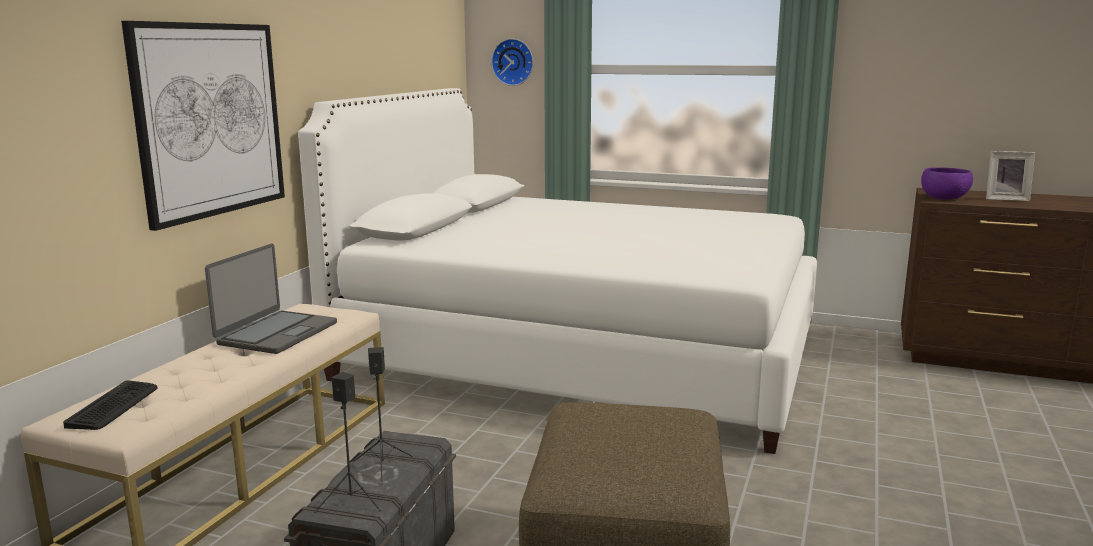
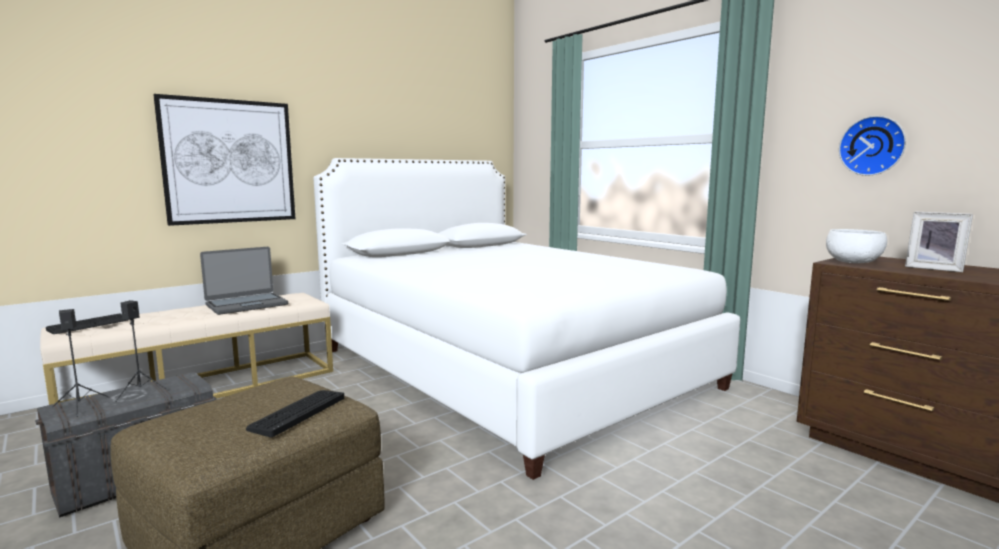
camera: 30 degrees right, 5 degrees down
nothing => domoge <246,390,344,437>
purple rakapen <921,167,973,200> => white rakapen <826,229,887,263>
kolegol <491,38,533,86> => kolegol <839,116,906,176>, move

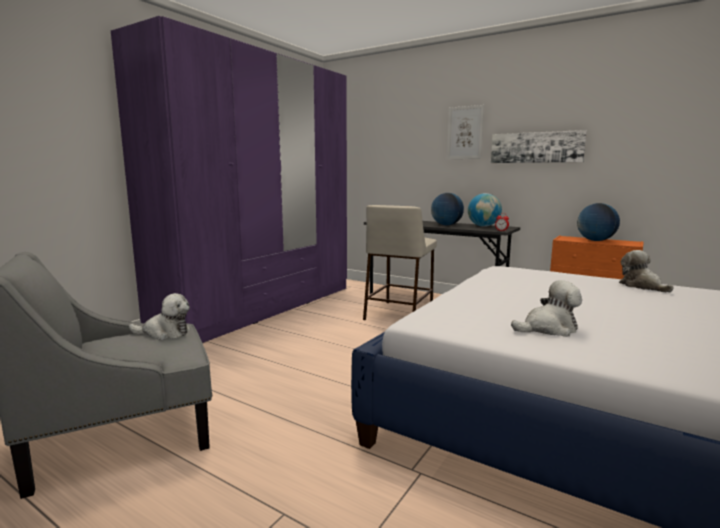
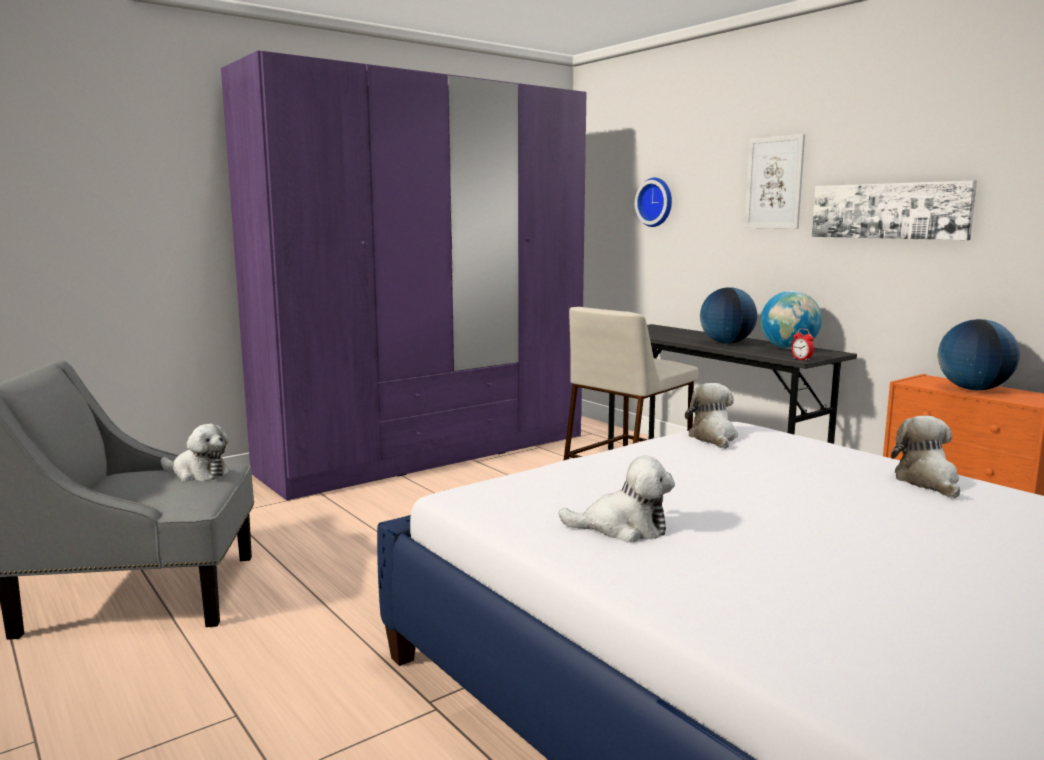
camera: 20 degrees right, 0 degrees up
nothing => kolegol <635,178,672,227>
nothing => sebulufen <685,383,738,449>

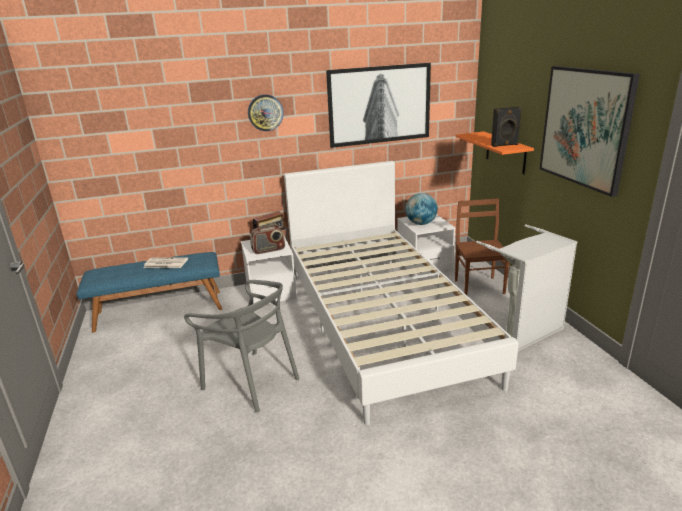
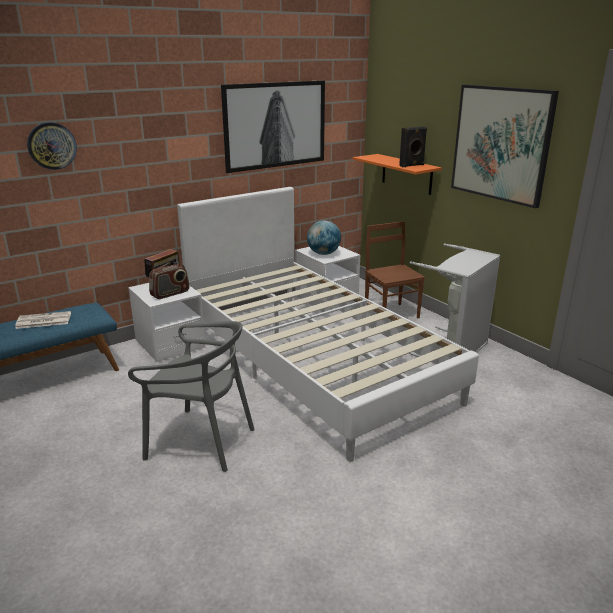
camera: 20 degrees left, 0 degrees up
kolegol <248,94,284,131> => kolegol <27,122,77,170>, move

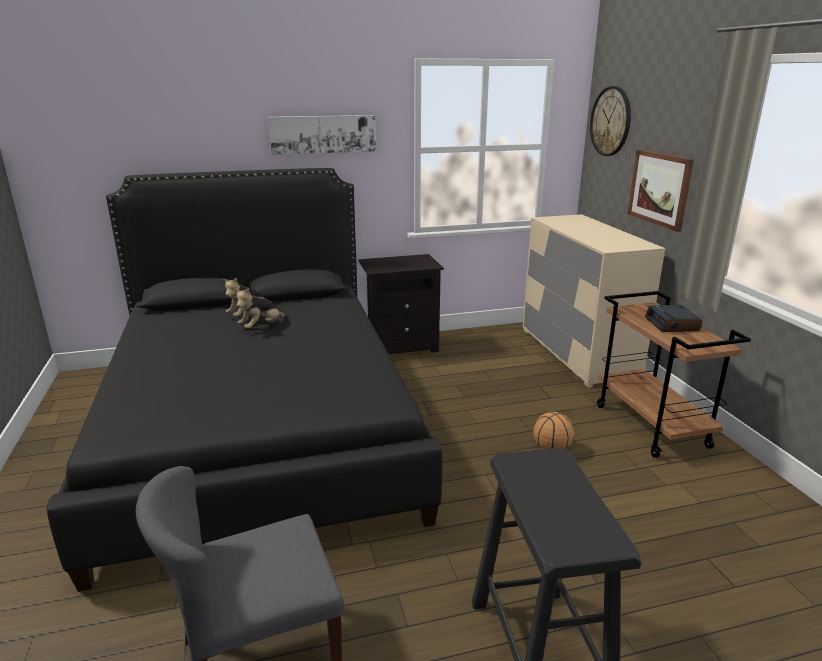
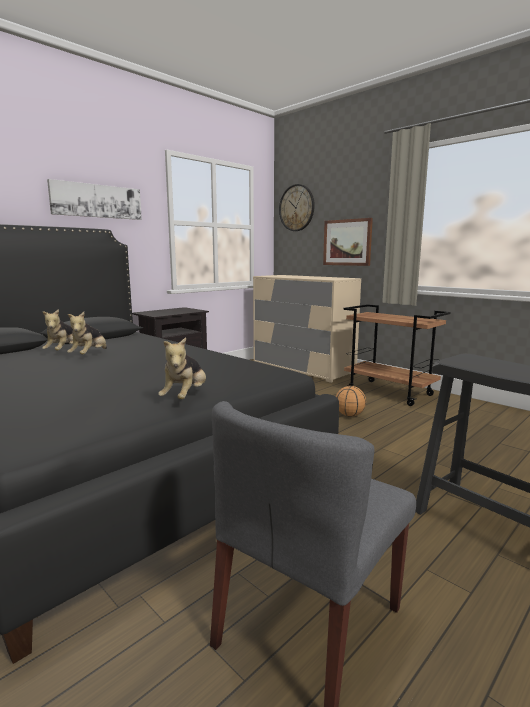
camera: 30 degrees left, 10 degrees down
nothing => sebulufen <158,338,206,399>
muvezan <645,305,702,332> => nothing

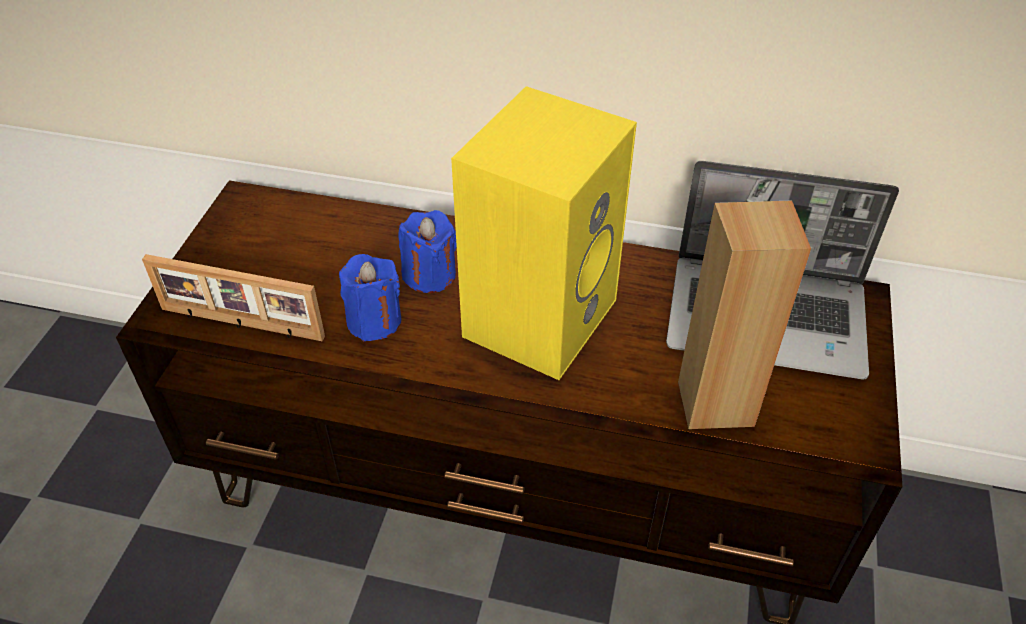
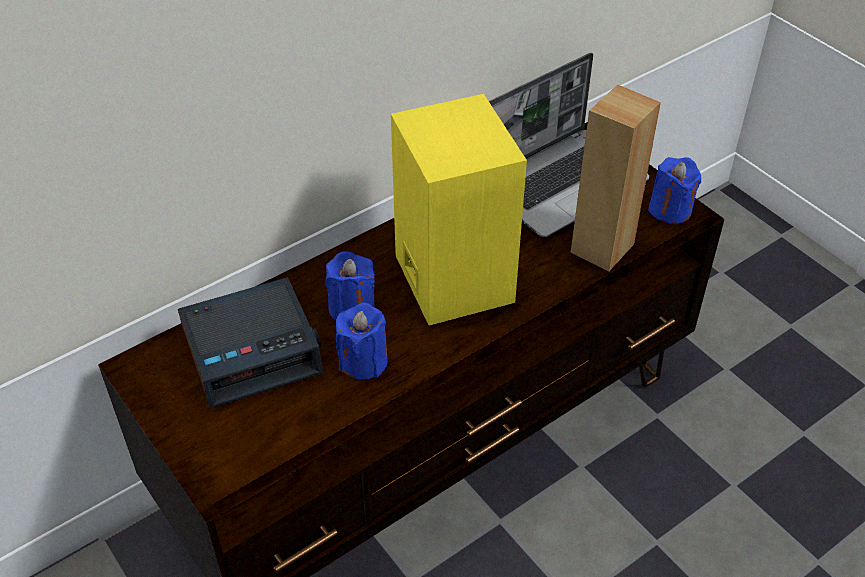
camera: 50 degrees left, 0 degrees up
nothing => muvezan <178,277,324,409>
nothing => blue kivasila <648,157,701,224>
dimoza <142,254,325,341> => nothing

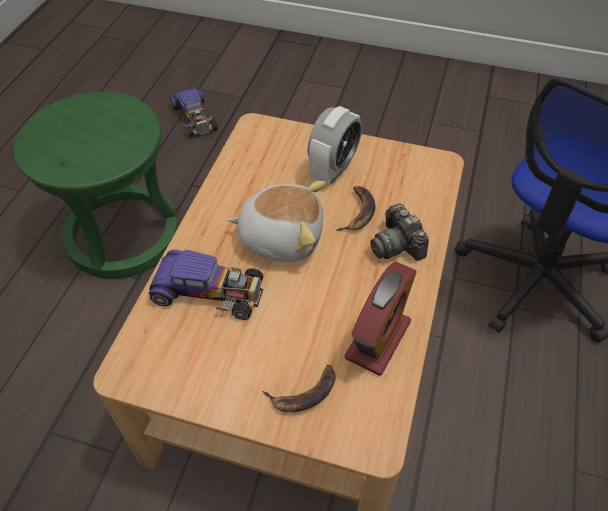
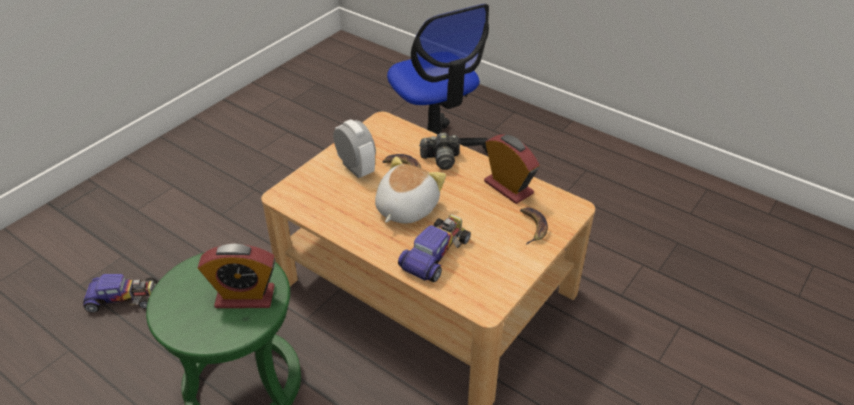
camera: 70 degrees left, 10 degrees down
nothing => muvezan <198,244,276,308>

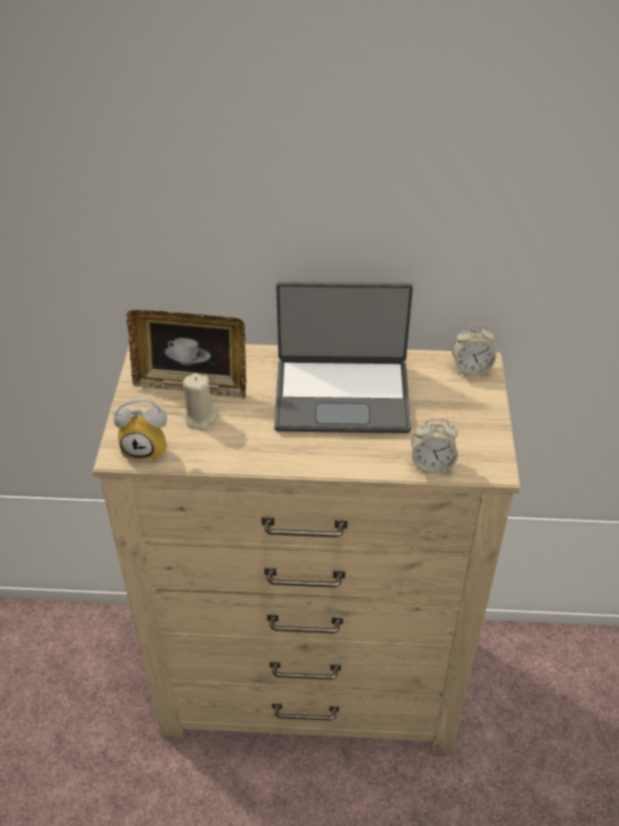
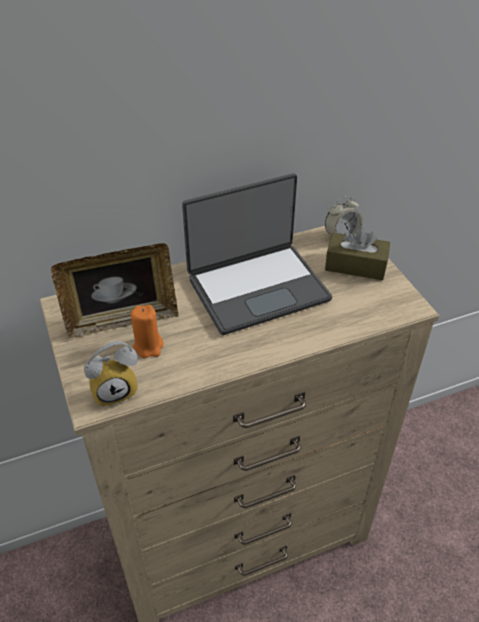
camera: 25 degrees left, 0 degrees up
beige kivasila <183,373,217,430> => orange kivasila <130,305,164,358>
nothing => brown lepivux <325,227,390,280>
muvezan <411,419,458,474> => nothing

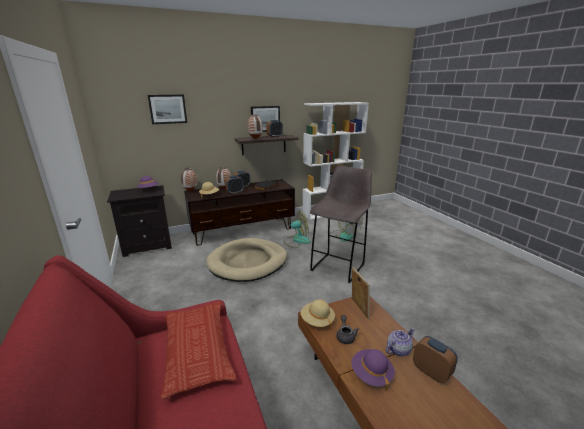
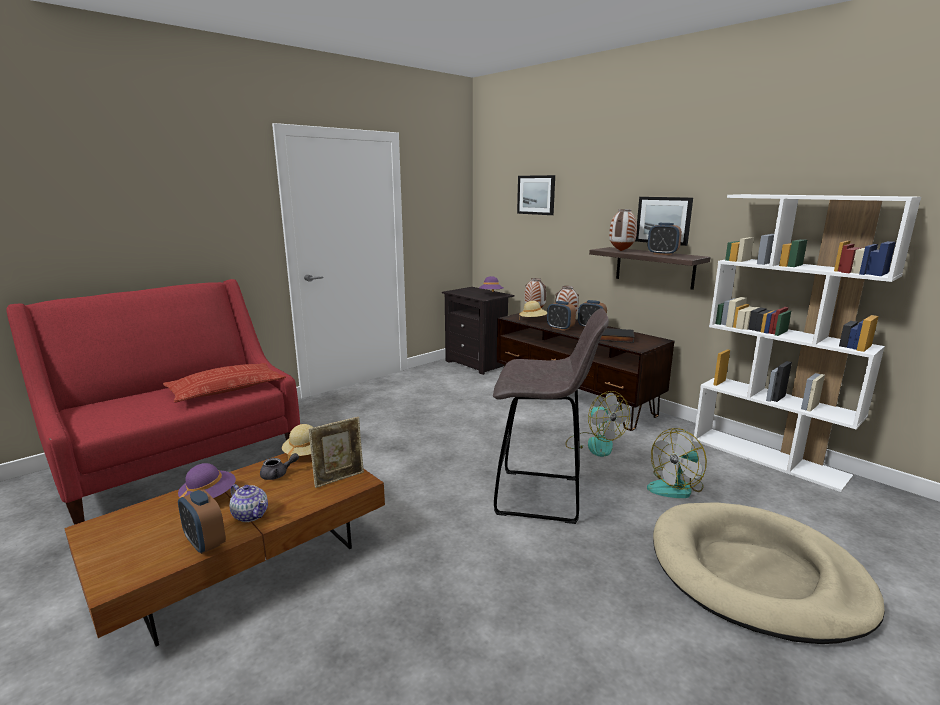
camera: 70 degrees right, 5 degrees down
muvezan <413,336,458,383> => muvezan <178,489,226,554>, 105 degrees clockwise
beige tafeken <206,238,287,282> => beige tafeken <653,502,885,644>, move

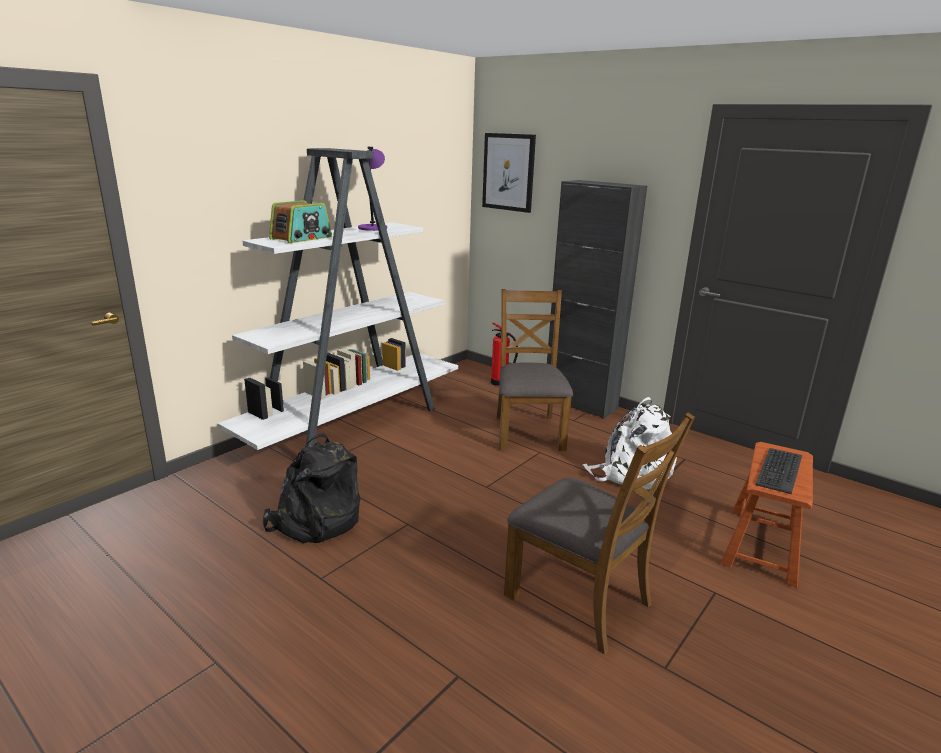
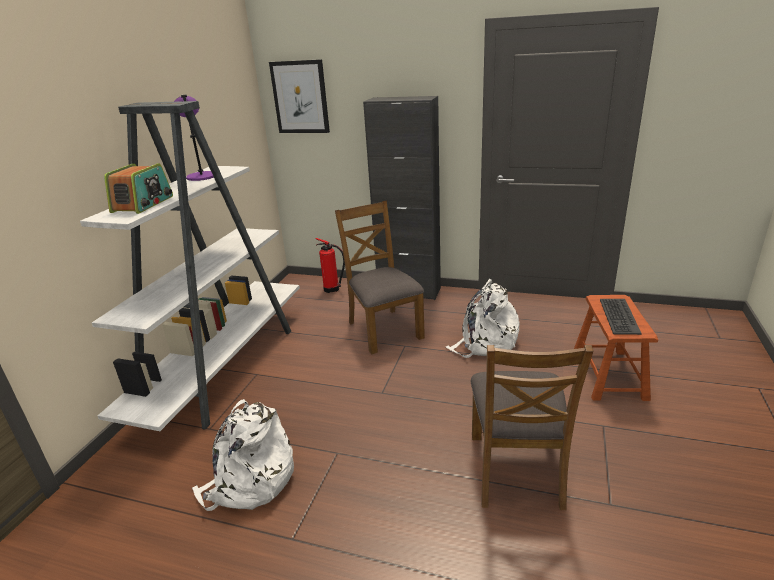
camera: 20 degrees left, 5 degrees up
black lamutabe <263,433,361,543> => white lamutabe <192,399,294,511>
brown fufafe <504,412,695,655> => brown fufafe <471,345,593,510>, 75 degrees clockwise

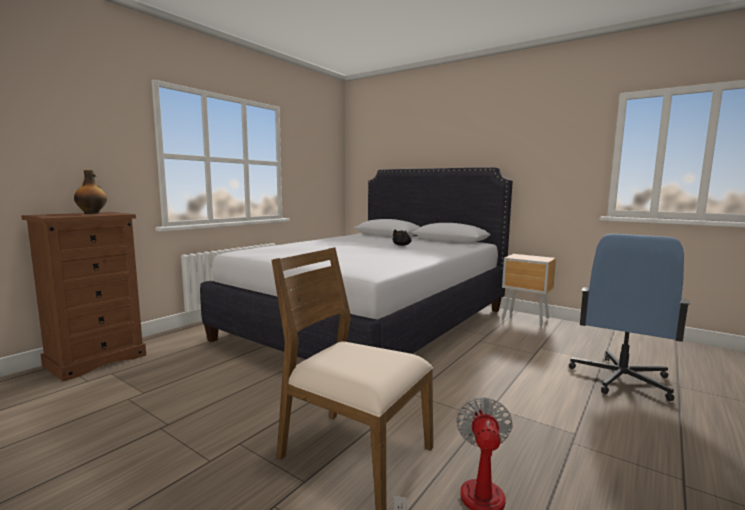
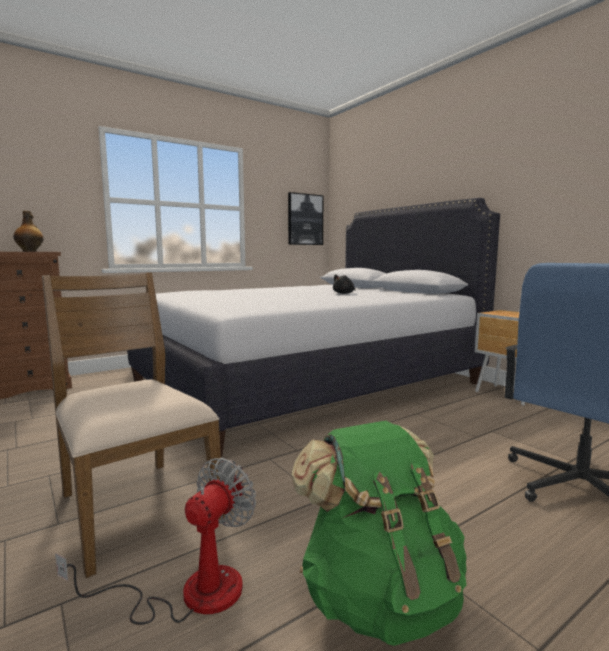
camera: 20 degrees right, 0 degrees up
nothing => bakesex <288,192,323,245>
nothing => green lamutabe <291,421,467,646>

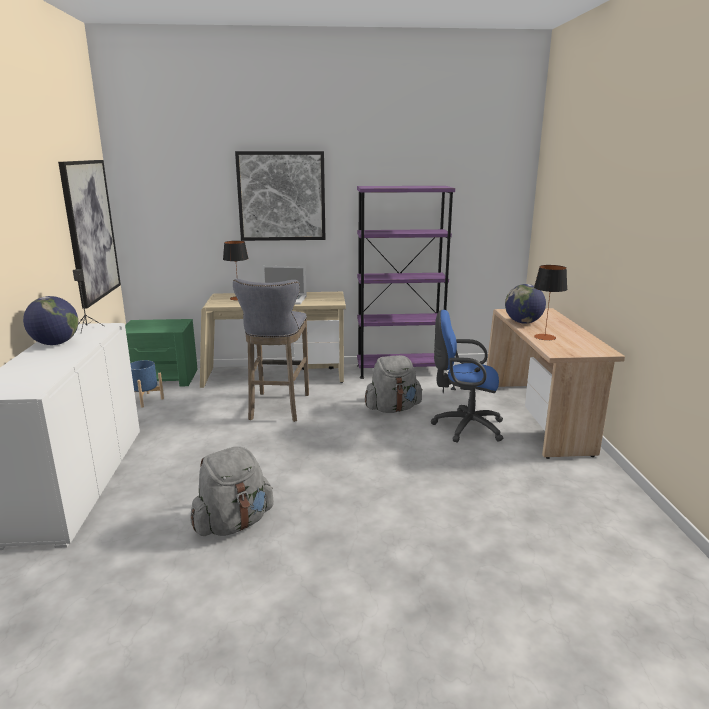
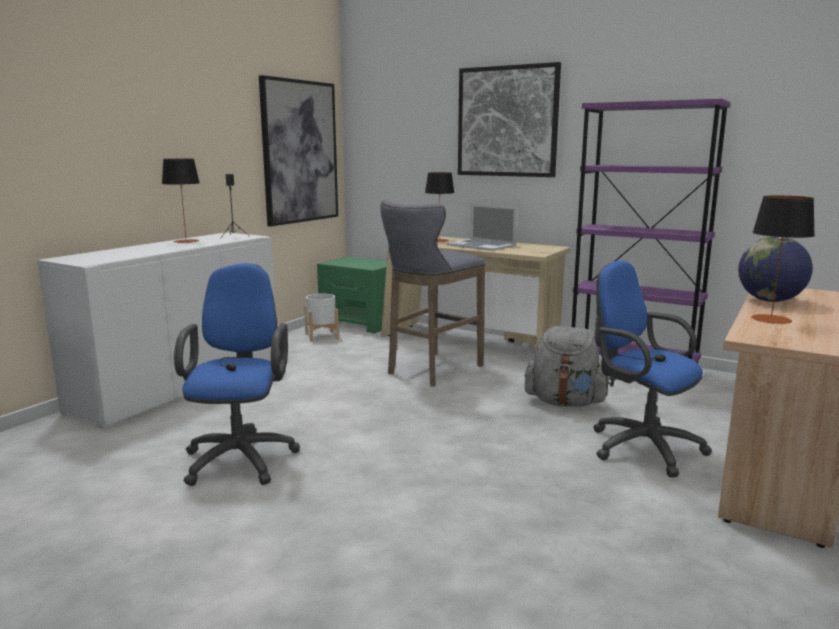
camera: 35 degrees right, 5 degrees down
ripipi <23,296,78,345> => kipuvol <162,159,200,243>
grey lamutabe <190,446,274,536> => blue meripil <174,263,300,486>
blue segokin <130,360,164,408> => white segokin <304,294,339,342>

